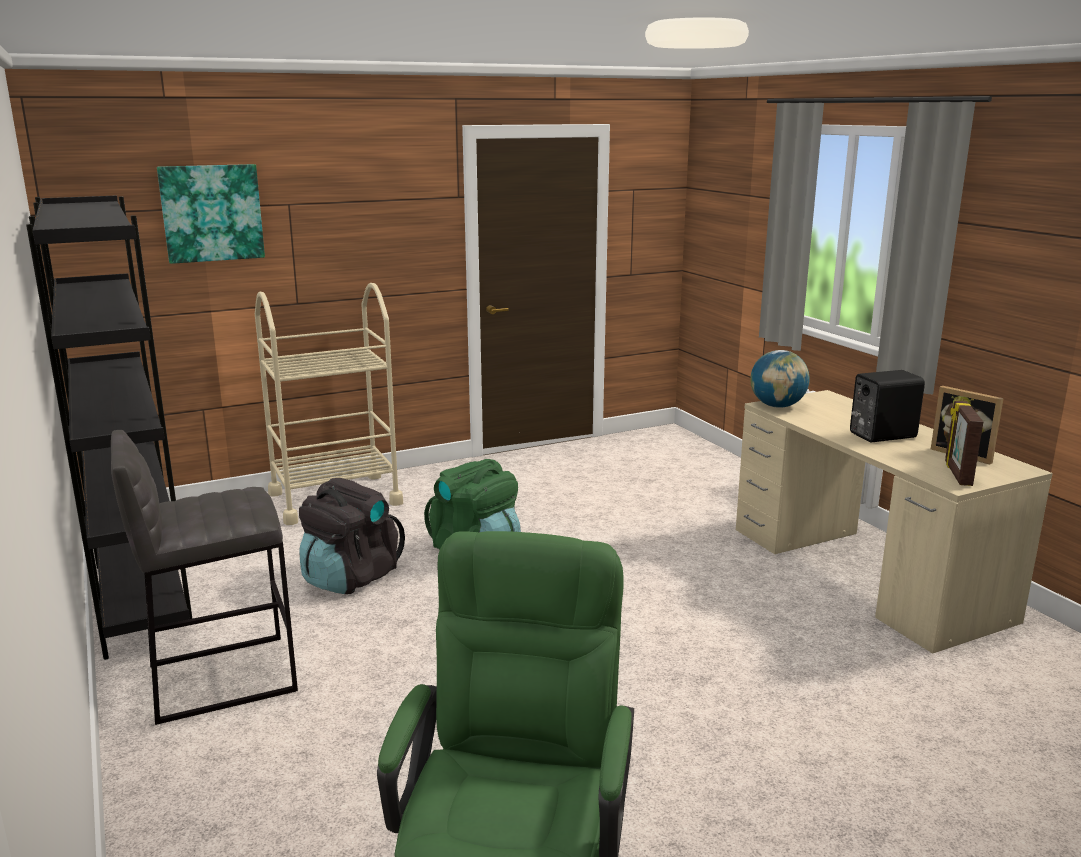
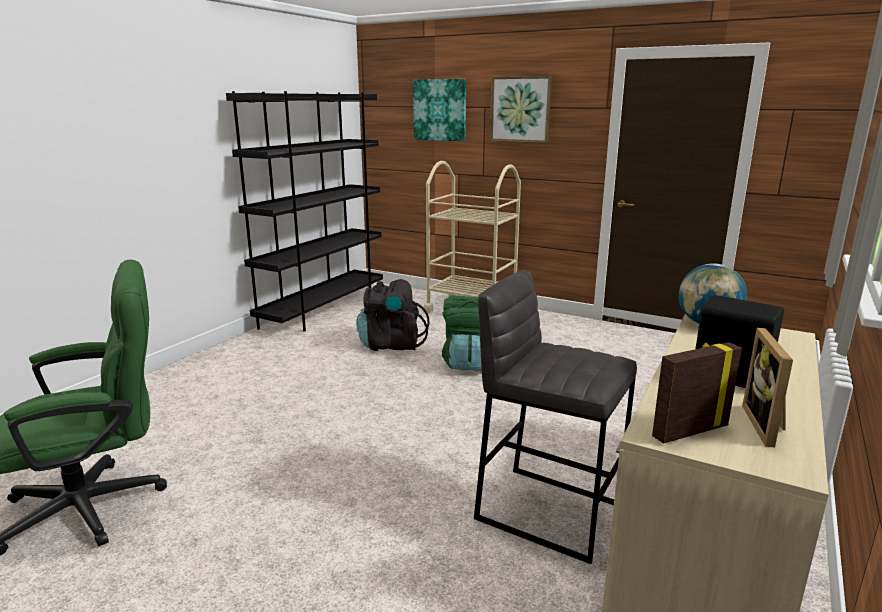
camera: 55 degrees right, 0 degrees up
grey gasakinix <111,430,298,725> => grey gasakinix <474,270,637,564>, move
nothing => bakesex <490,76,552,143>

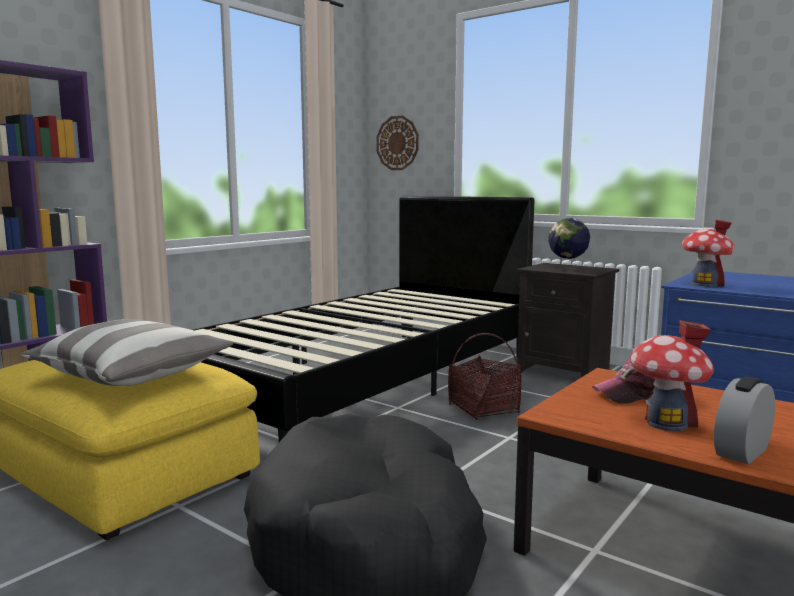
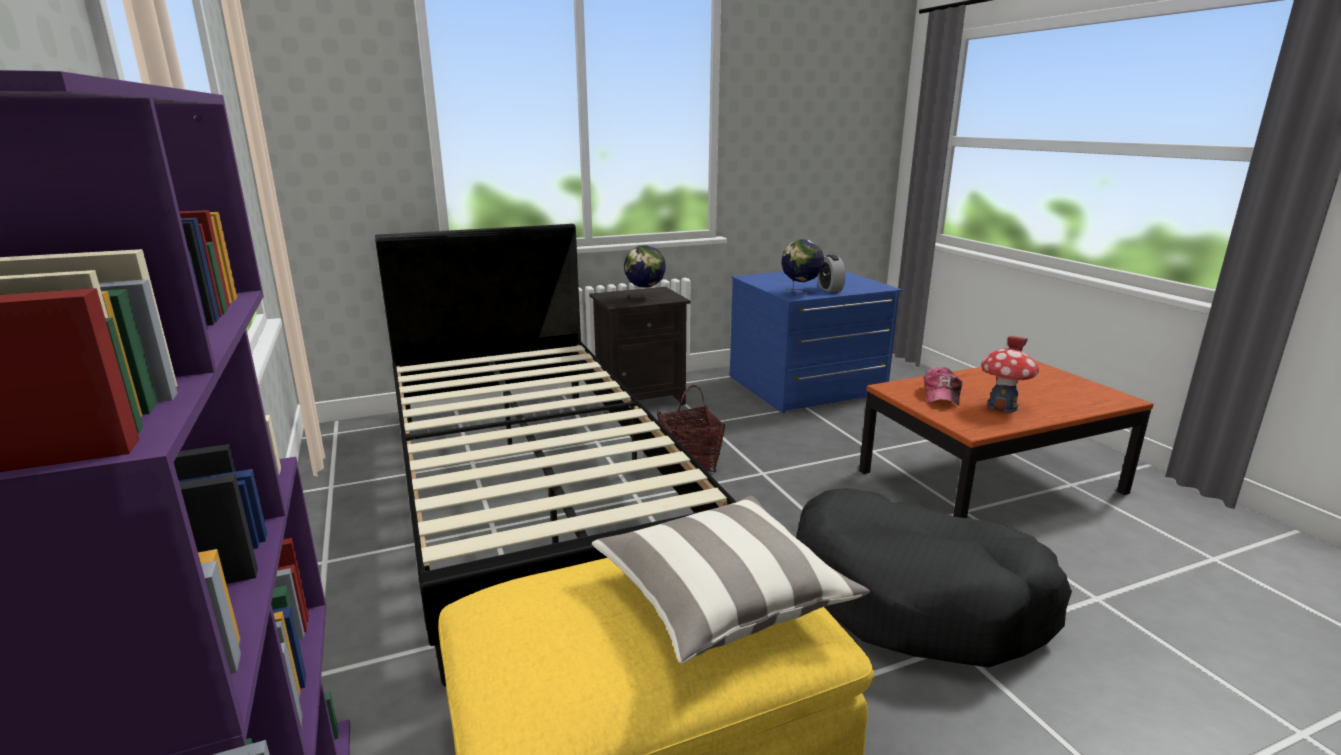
camera: 60 degrees left, 10 degrees up
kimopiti <682,219,735,287> => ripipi <781,239,824,295>
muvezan <714,377,775,464> => muvezan <817,255,846,292>, move
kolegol <376,116,419,170> => nothing

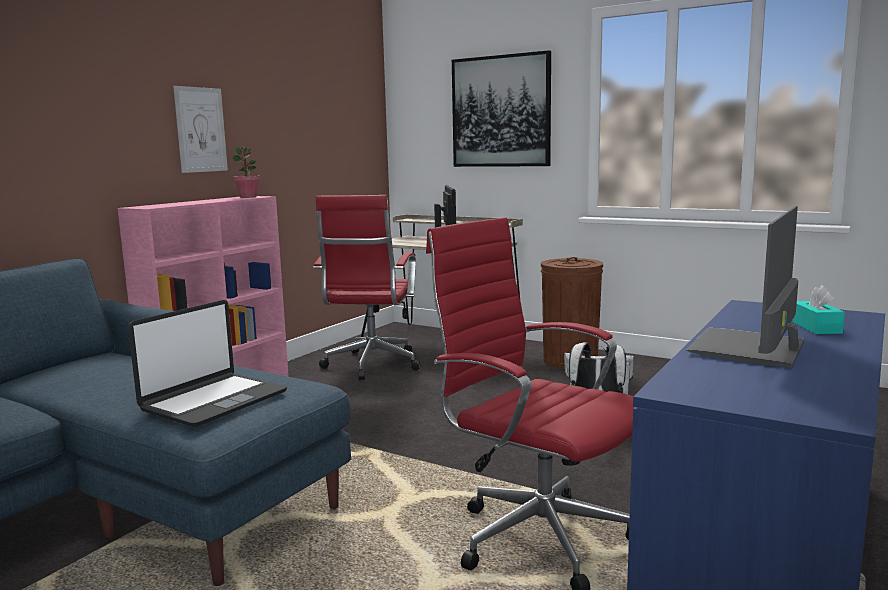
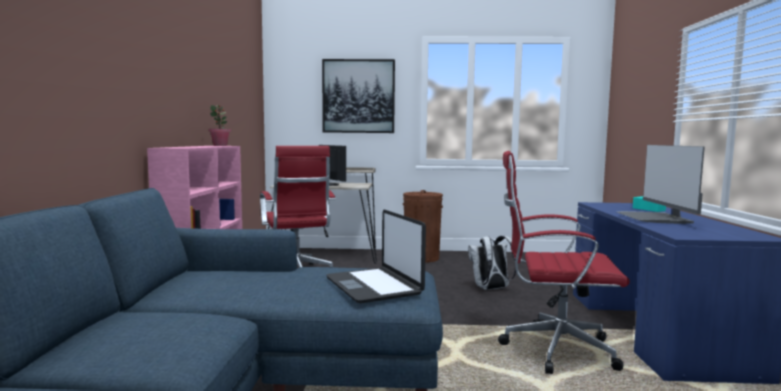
camera: 30 degrees left, 5 degrees down
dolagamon <128,300,287,427> => dolagamon <326,209,426,304>, 150 degrees clockwise
bakesex <173,86,228,173> => nothing

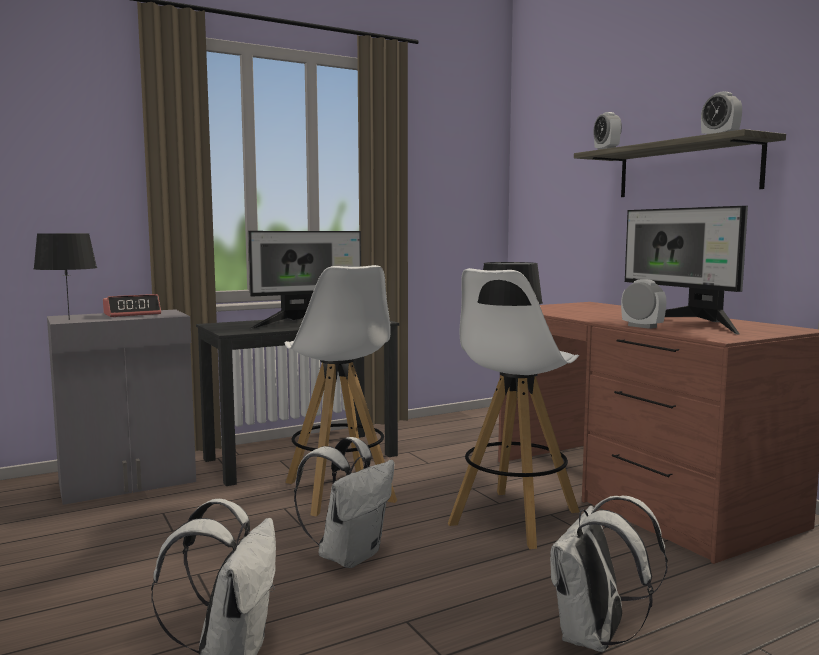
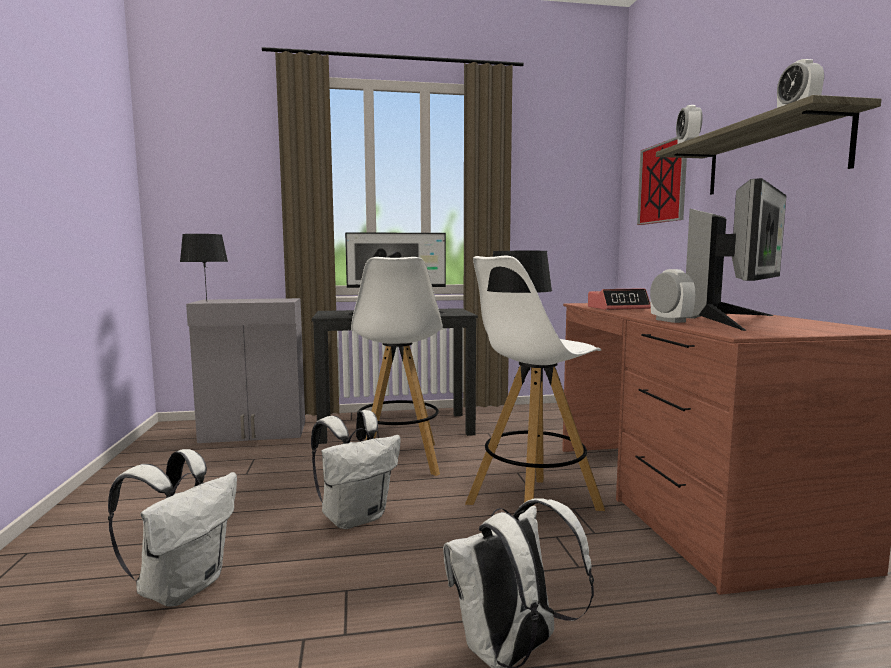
camera: 20 degrees right, 0 degrees up
muvezan <103,294,161,317> => muvezan <588,288,651,310>, move
nothing => bakesex <637,137,687,225>
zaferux <625,206,748,335> => zaferux <686,178,787,331>, 135 degrees counterclockwise

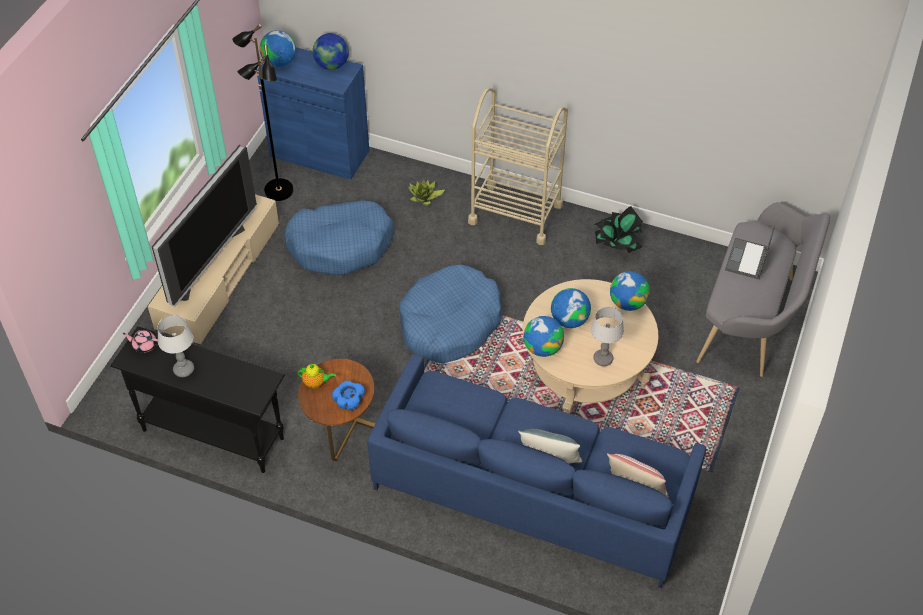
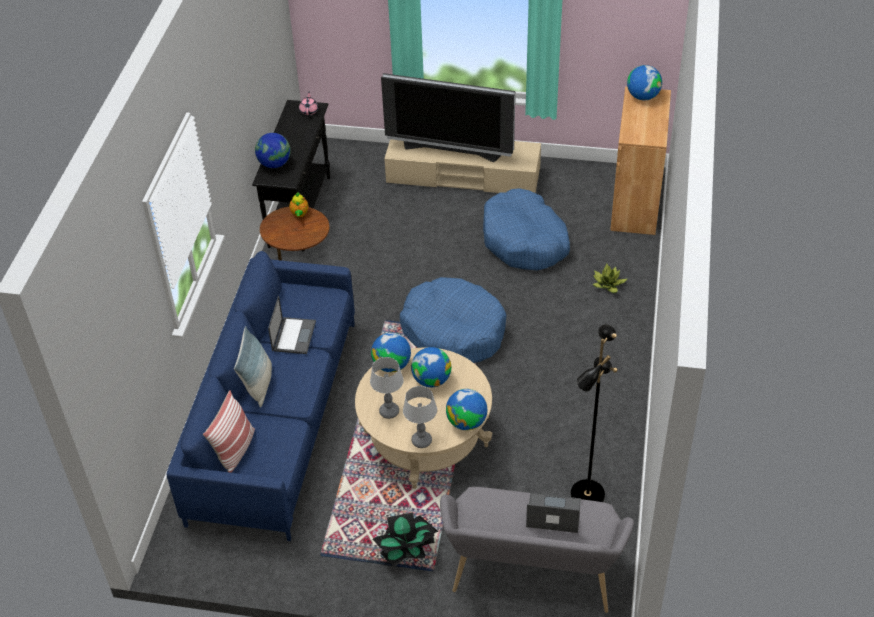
camera: 80 degrees right, 5 degrees down
ripipi <313,33,349,70> => ripipi <255,133,291,168>, move
nothing => dolagamon <268,296,316,354>
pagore <594,206,643,253> => pagore <373,513,438,568>, move
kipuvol <157,315,194,377> => kipuvol <403,386,437,448>, move
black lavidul <232,24,293,201> => black lavidul <571,324,618,502>, move
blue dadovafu <257,47,369,180> => brown dadovafu <610,87,671,235>
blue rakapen <332,380,365,410> => nothing
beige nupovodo <468,88,568,245> => nothing

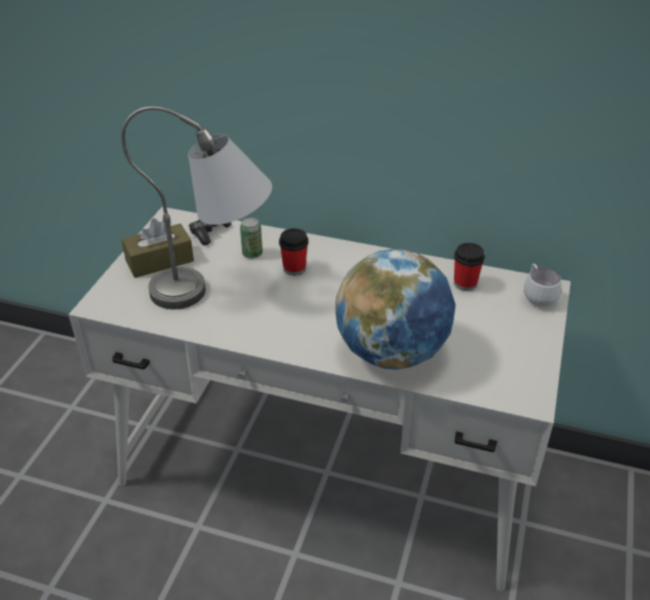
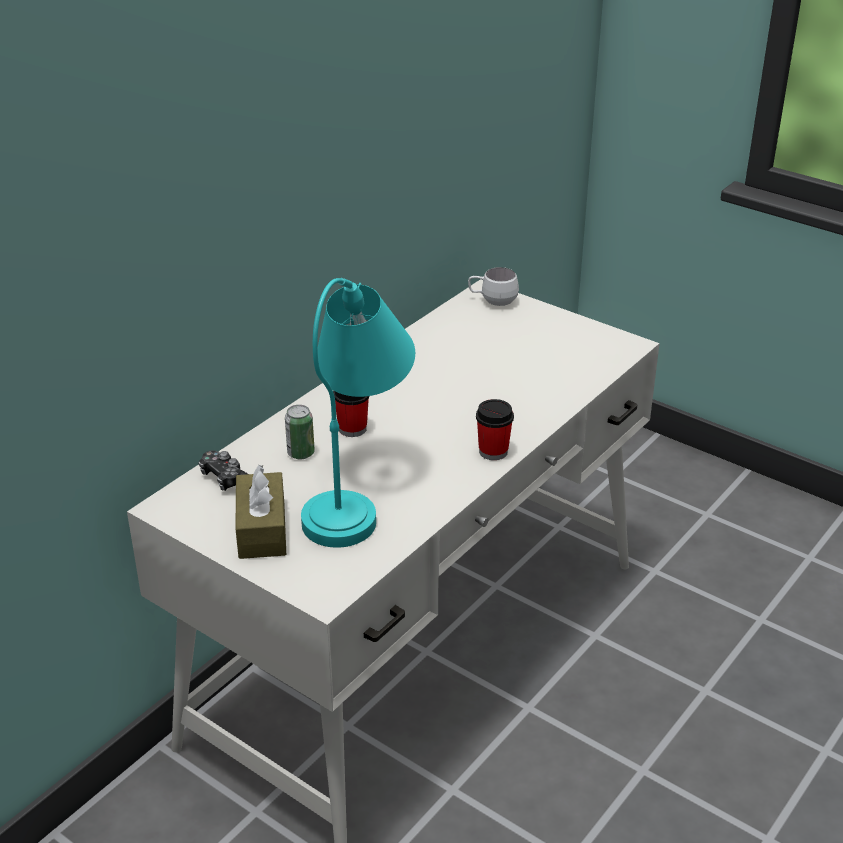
camera: 70 degrees left, 5 degrees down
grey kipuvol <121,106,272,309> => turquoise kipuvol <301,278,415,548>
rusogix <454,243,485,291> => rusogix <476,399,514,460>, move
ripipi <335,249,456,370> => nothing

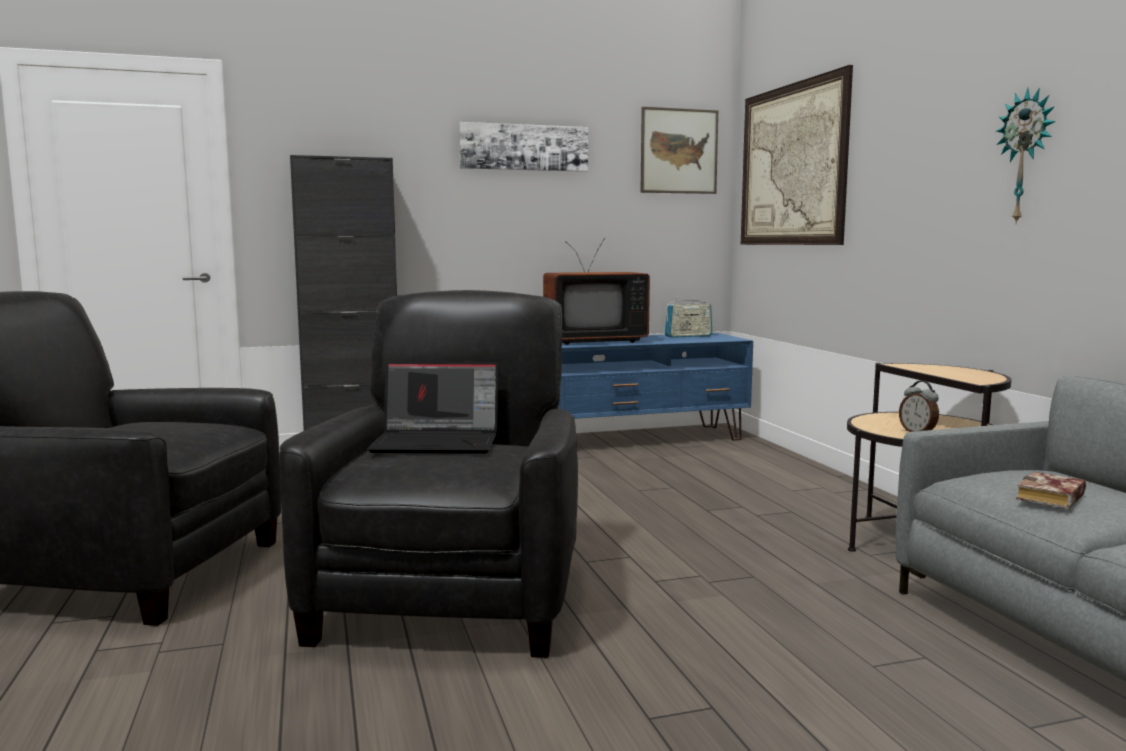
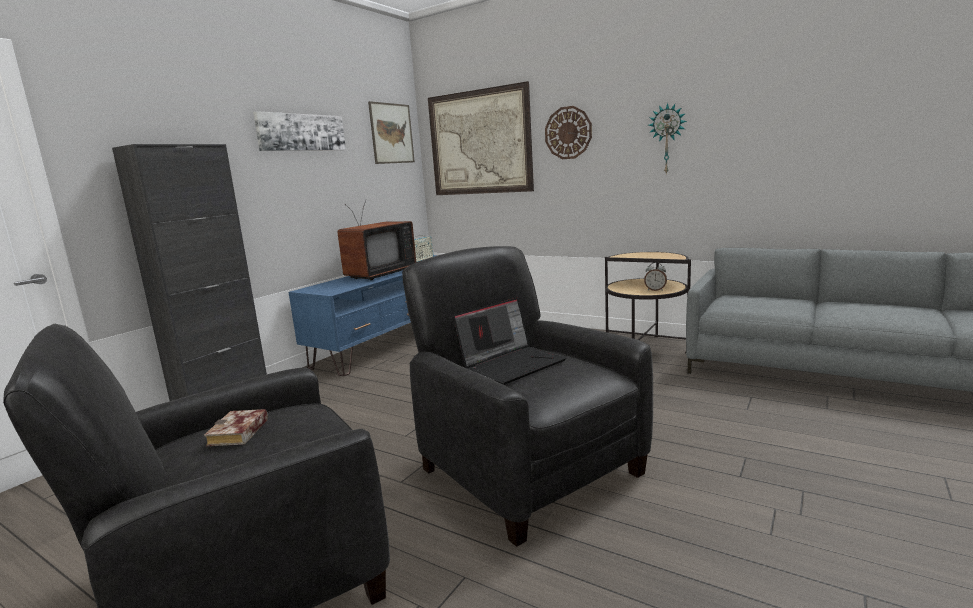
camera: 40 degrees left, 5 degrees up
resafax <1016,472,1086,509> => resafax <204,409,268,446>, move
nothing => kolegol <545,106,592,159>

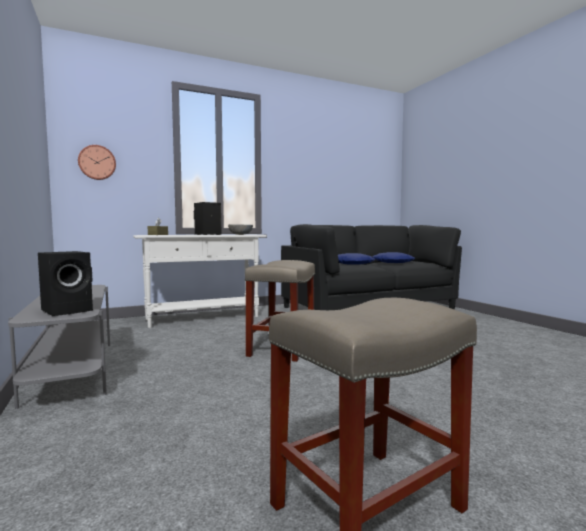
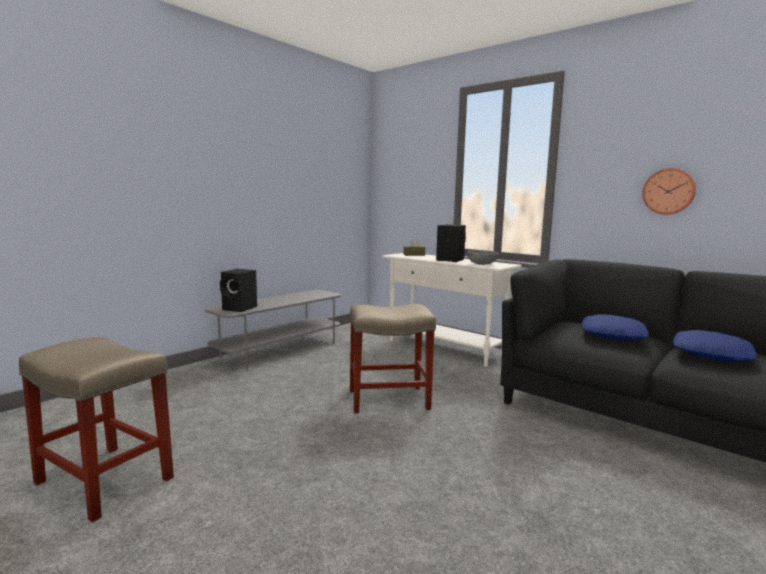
camera: 65 degrees right, 5 degrees up
kolegol <78,145,116,180> => kolegol <643,168,696,215>, move

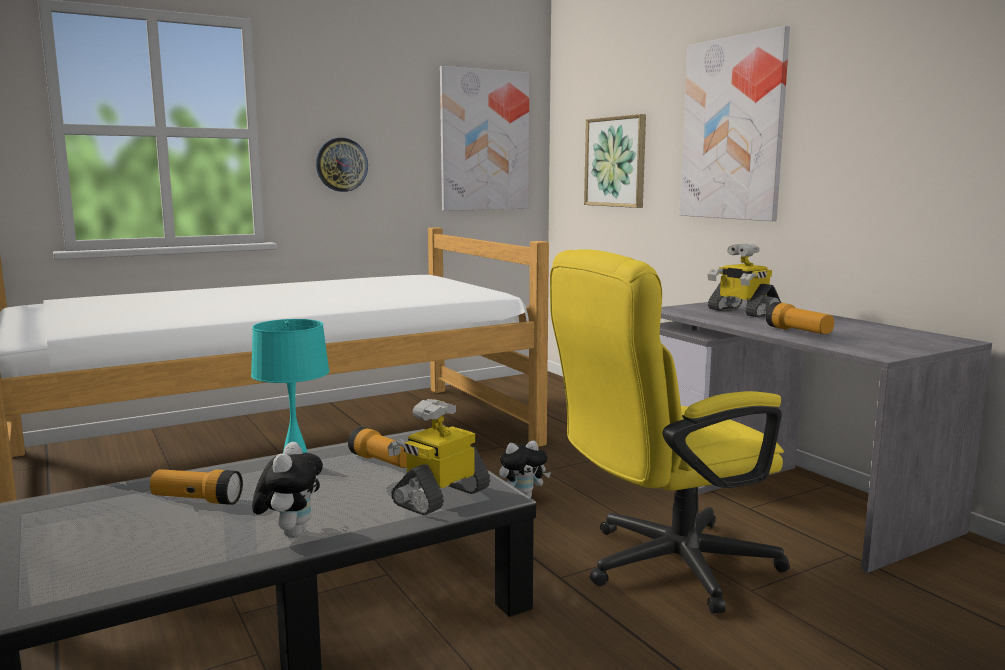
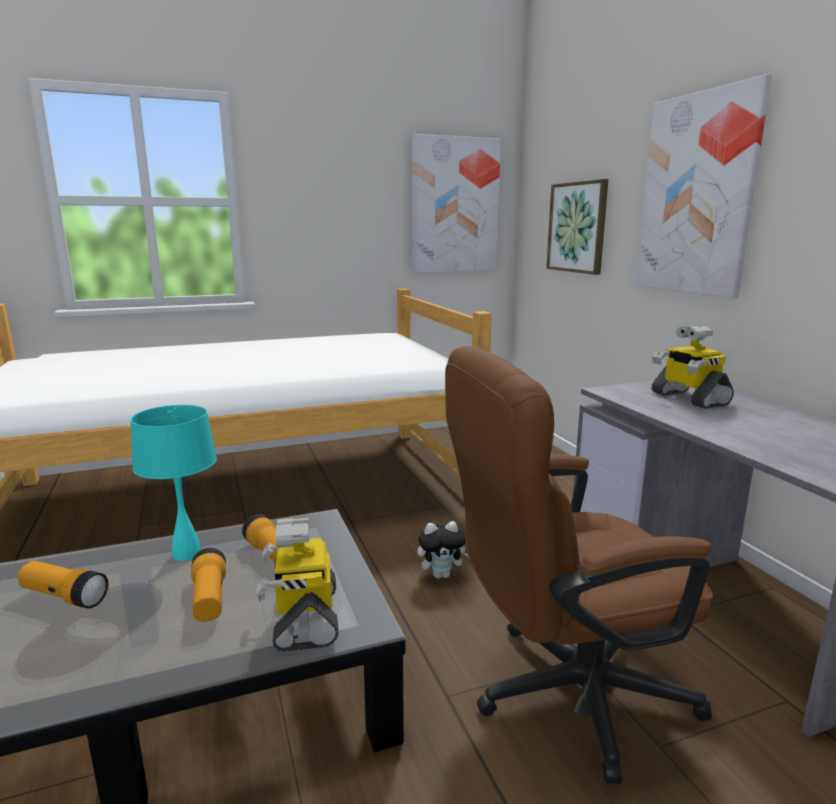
camera: 10 degrees right, 5 degrees up
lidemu <765,302,834,334> => lidemu <191,548,226,622>, move
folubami <387,399,490,515> => folubami <256,518,338,652>, 60 degrees counterclockwise
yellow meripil <550,249,790,614> => brown meripil <445,346,713,784>
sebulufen <252,442,323,538> => nothing
kolegol <316,138,368,192> => nothing

